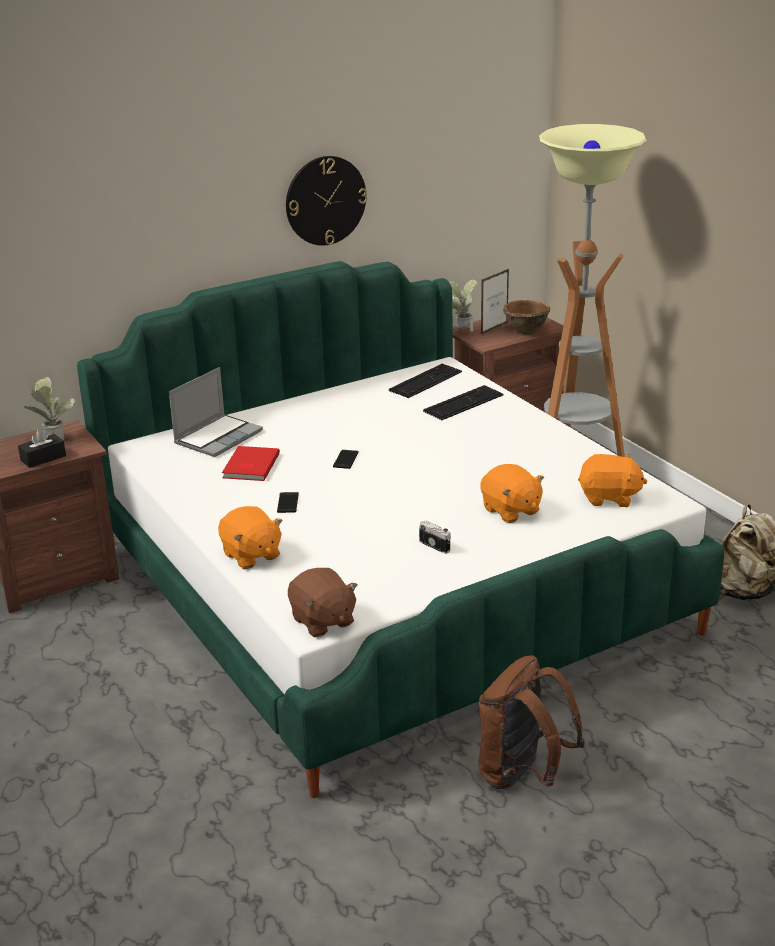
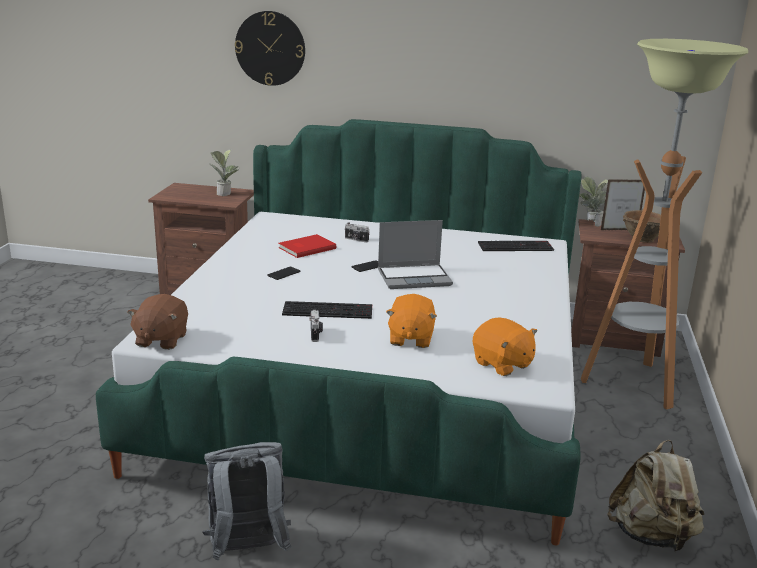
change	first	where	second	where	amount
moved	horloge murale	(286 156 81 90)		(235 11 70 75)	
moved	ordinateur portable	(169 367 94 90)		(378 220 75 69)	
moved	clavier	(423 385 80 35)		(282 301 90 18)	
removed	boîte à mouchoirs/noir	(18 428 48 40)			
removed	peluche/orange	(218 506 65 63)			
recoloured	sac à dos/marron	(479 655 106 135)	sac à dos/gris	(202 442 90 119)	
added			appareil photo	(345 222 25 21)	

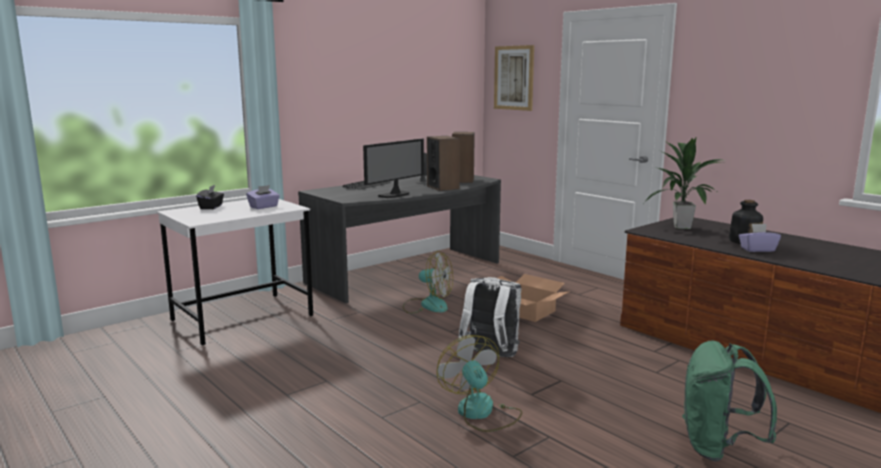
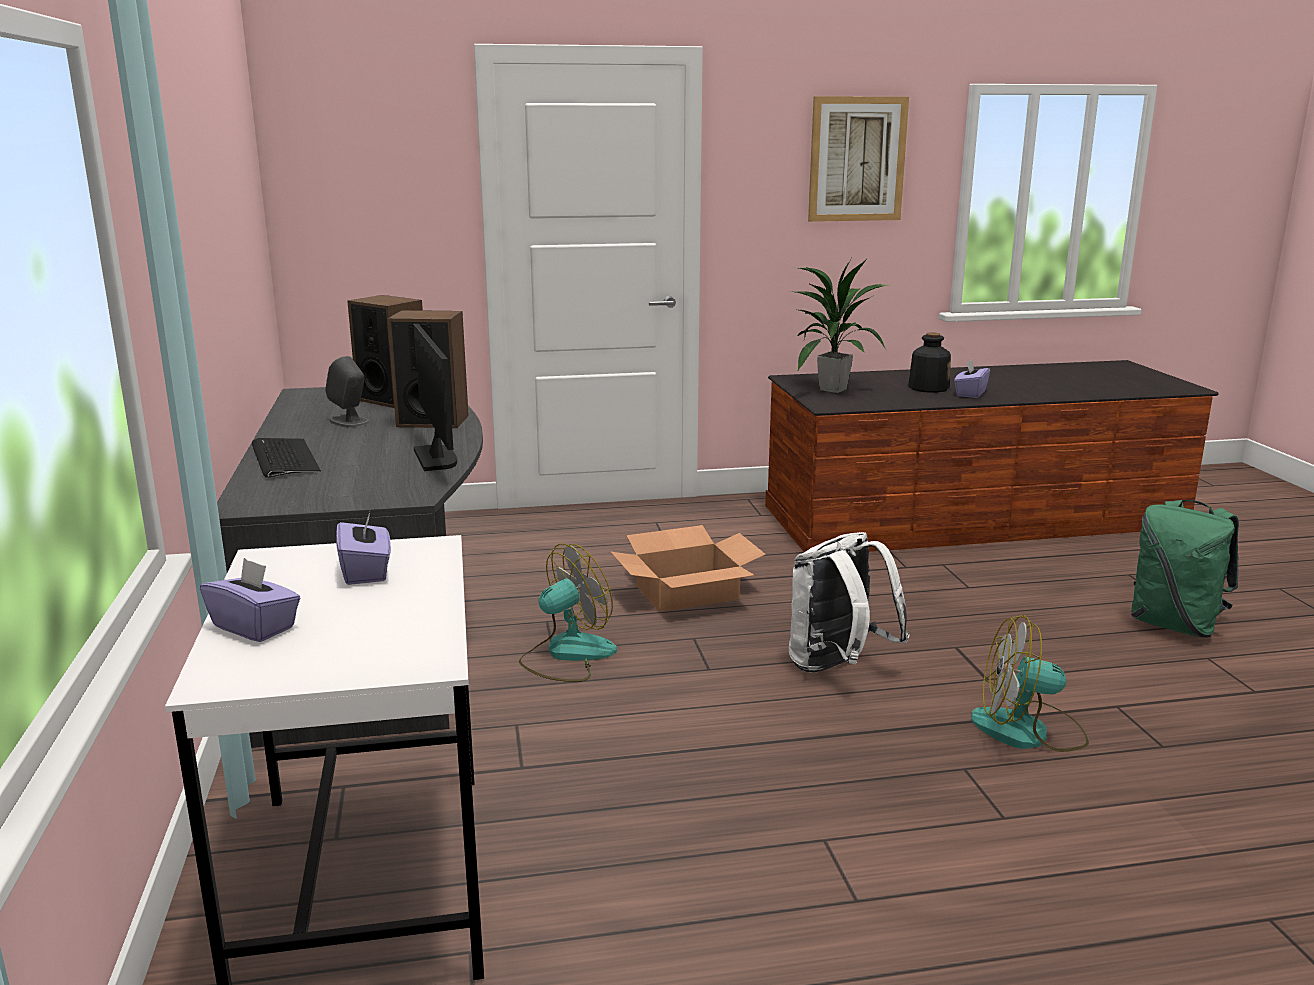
change	first	where	second	where	amount
moved	tableau	(494 45 40 66)		(808 96 101 126)	
recoloured	boîte à mouchoirs/noir	(196 185 28 24)	boîte à mouchoirs/violet	(200 558 100 84)	

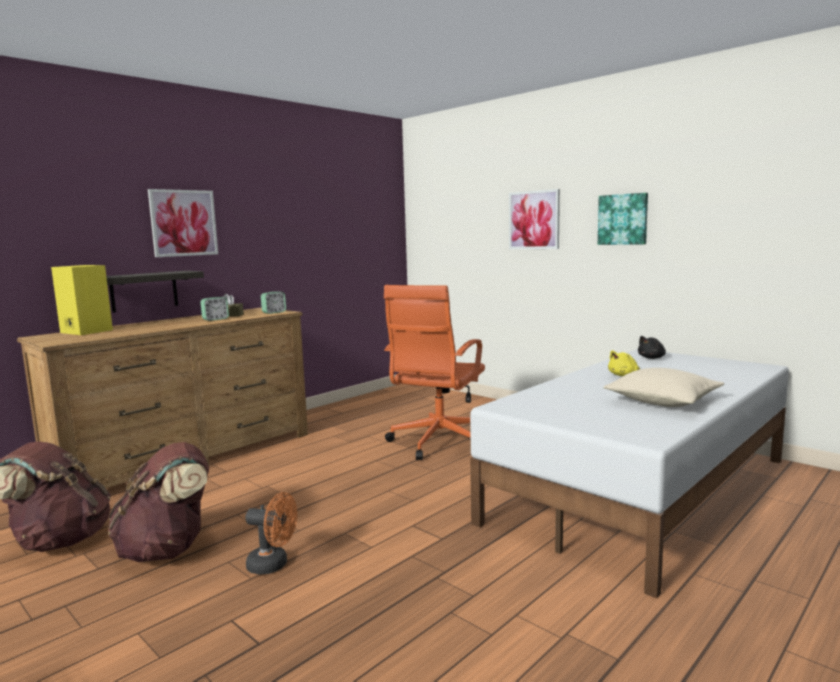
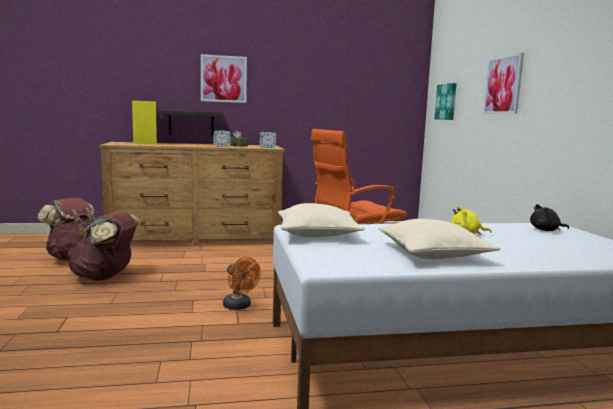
change	first	where	second	where	amount
moved	tableau	(598 193 50 52)		(435 83 22 37)	
moved	ventilateur/orange	(245 492 52 82)		(223 257 38 53)	
added			coussin/beige	(278 203 87 35)	

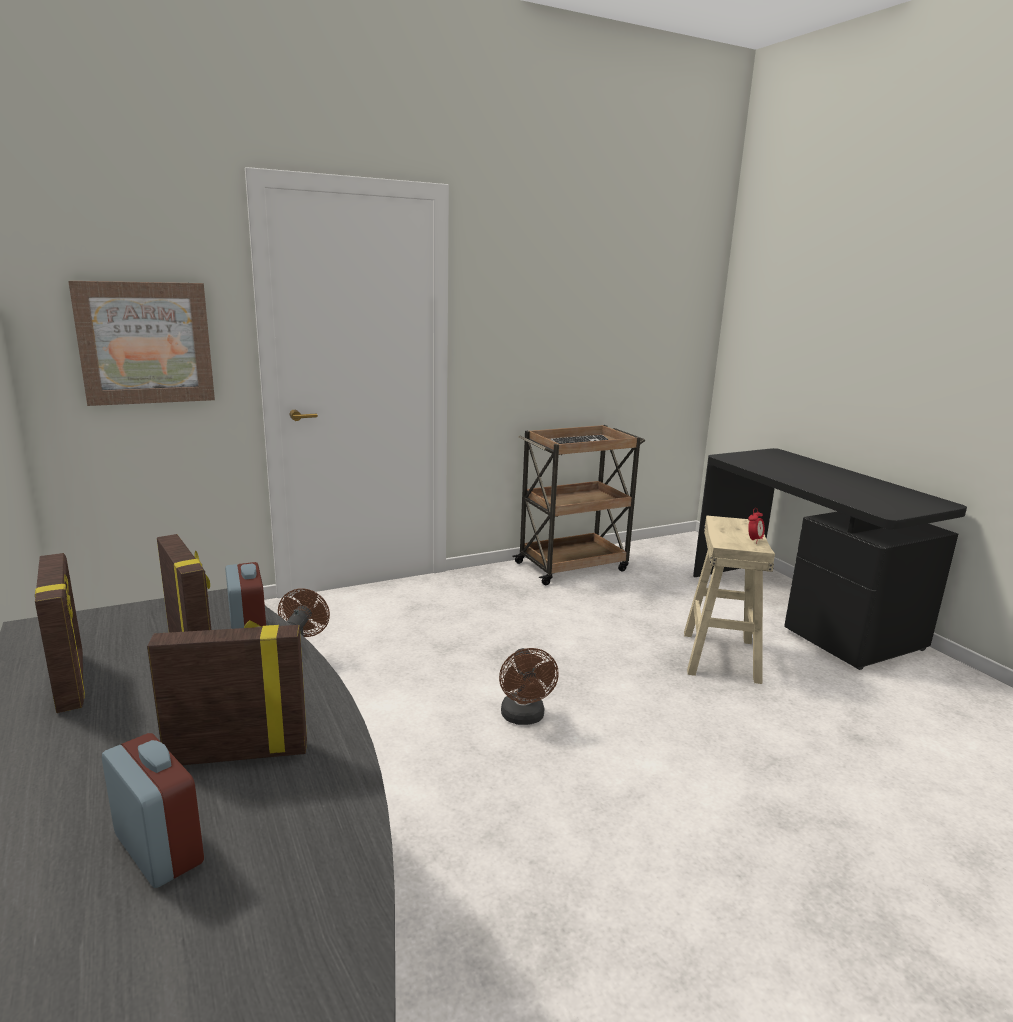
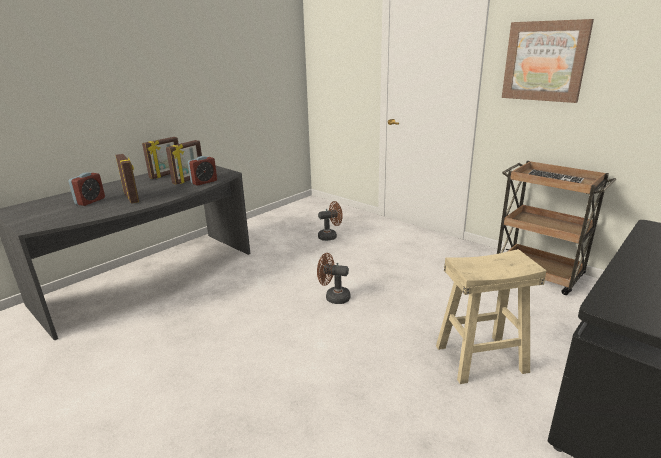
change	first	where	second	where	amount
moved	tableau	(68 281 147 125)		(502 19 92 84)	
removed	réveil	(748 508 17 36)			
turned	ventilateur/marron	(499 648 60 77)		(317 253 34 51)	45 degrees clockwise

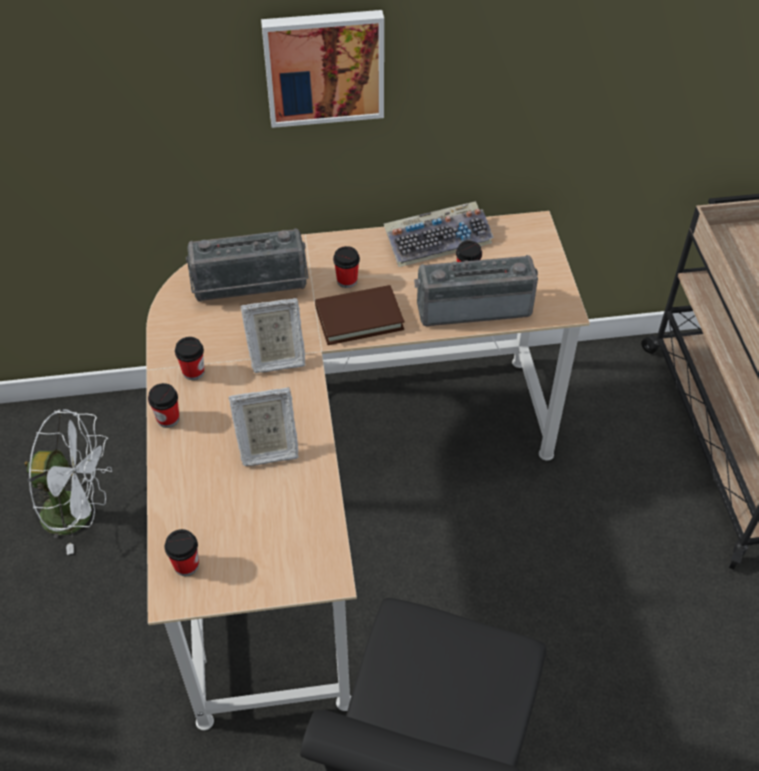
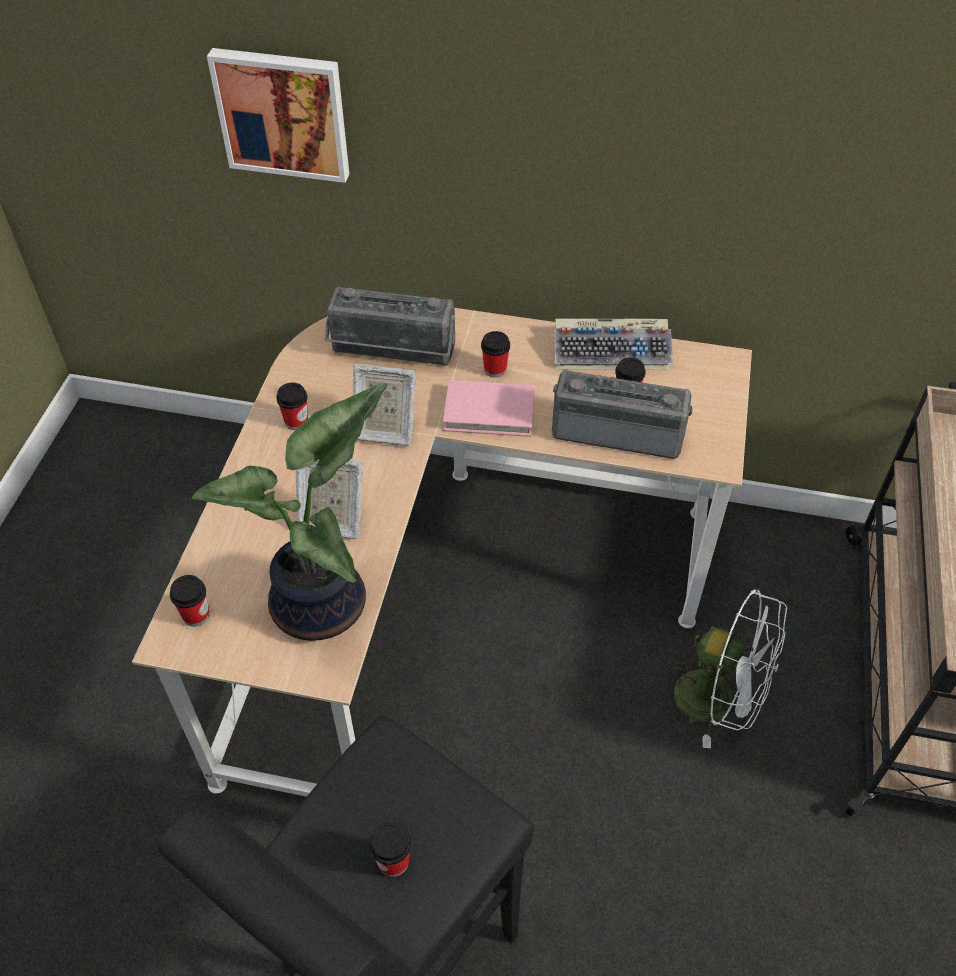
change	first	where	second	where	amount
moved	tableau	(261 10 123 118)		(207 48 142 135)	
recoloured	livre/marron	(315 285 90 60)	livre/rose	(443 380 92 57)	
moved	tasse	(148 383 31 45)		(369 822 42 55)	
moved	ventilateur/blanc	(25 409 87 146)		(665 588 122 160)	
added			plante en pot	(192 383 196 258)	

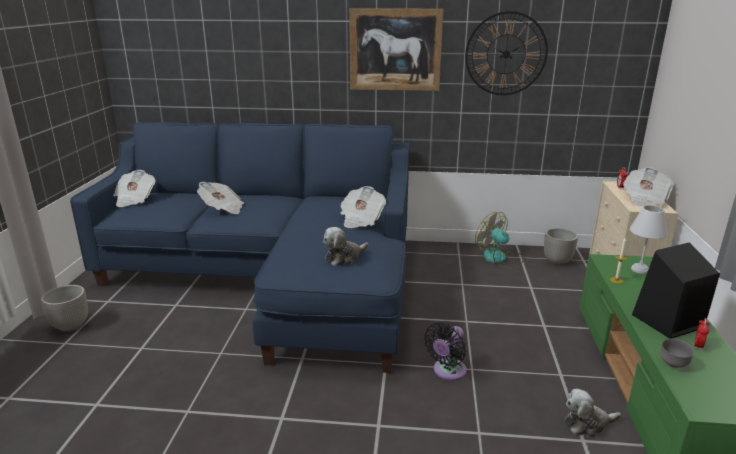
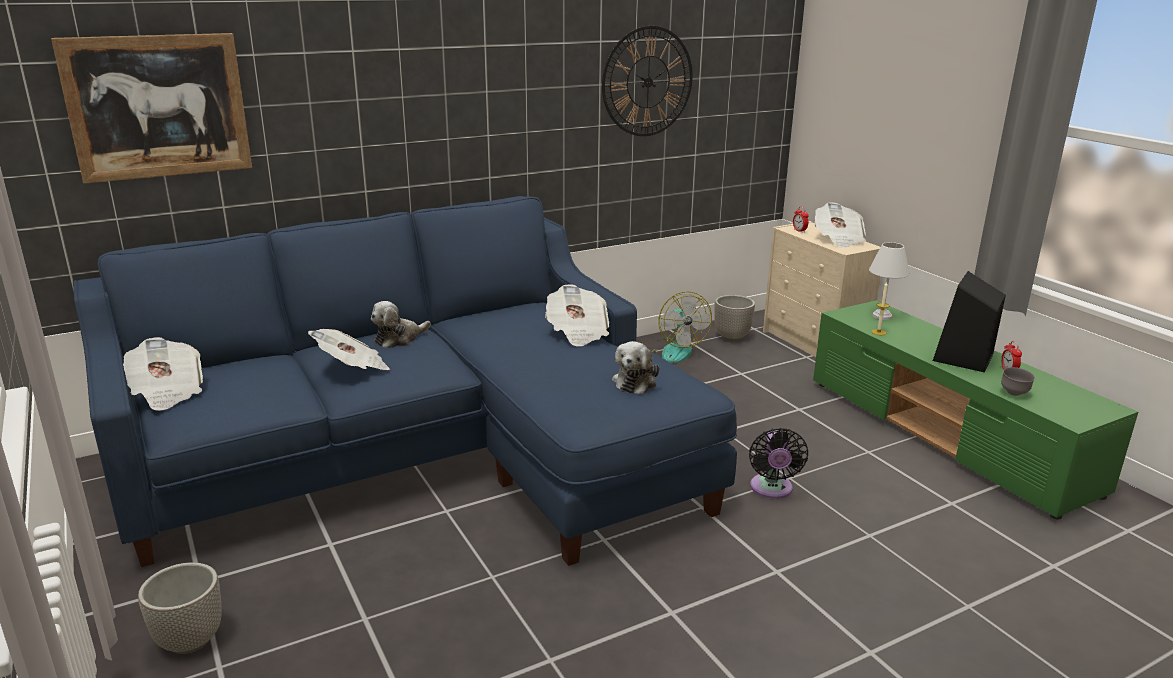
change	first	where	second	where	amount
moved	tableau	(349 8 94 83)		(51 33 201 151)	
turned	ventilateur	(475 212 49 56)		(644 291 68 72)	120 degrees counterclockwise
moved	peluche	(564 389 57 48)		(371 301 60 47)	

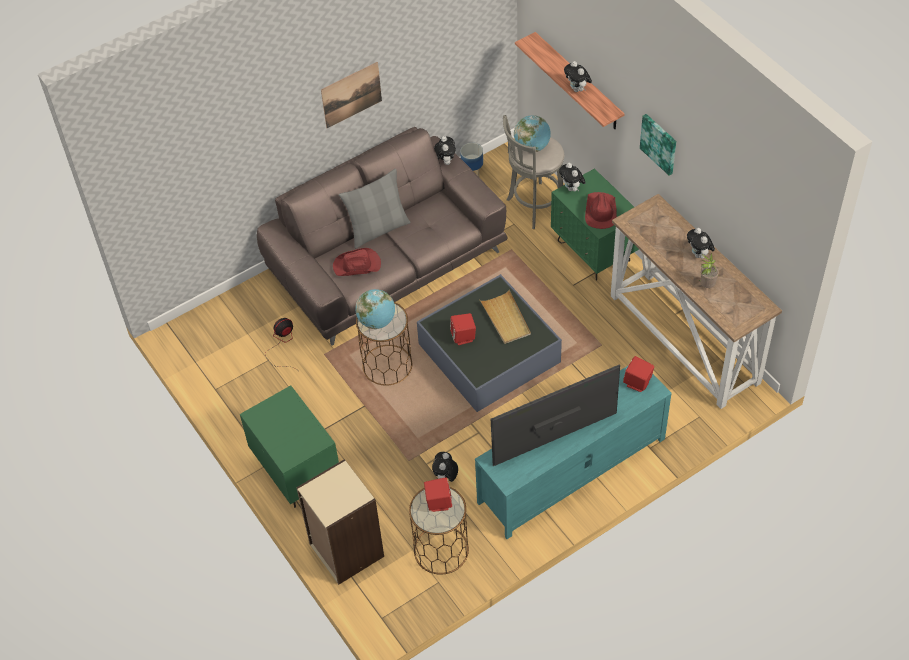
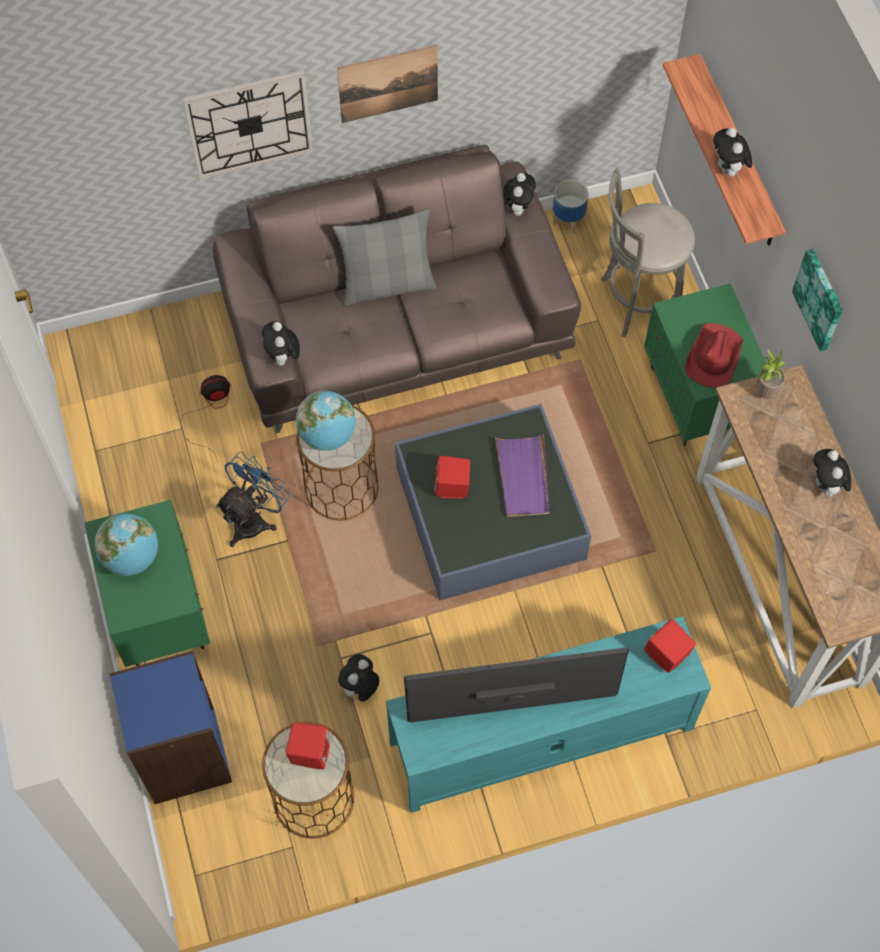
change	first	where	second	where	amount
moved	globe	(514 115 37 37)		(95 514 63 62)	
moved	peluche	(559 163 27 29)		(262 321 38 45)	
removed	chapeau/rouge	(333 248 48 28)			
moved	plante en pot	(699 253 20 35)		(756 348 30 51)	
recoloured	plateau/beige	(480 290 51 54)	plateau/violet	(495 433 55 84)	
recoloured	bibliothèque/beige	(296 459 88 126)	bibliothèque/bleu	(109 651 123 153)	
added			horloge murale	(182 70 131 109)	
added			ventilateur/bleu	(216 452 75 95)	

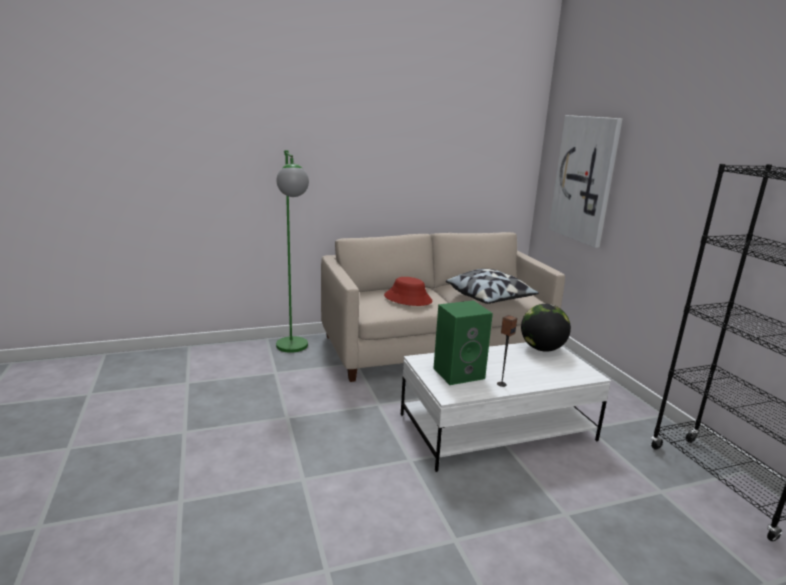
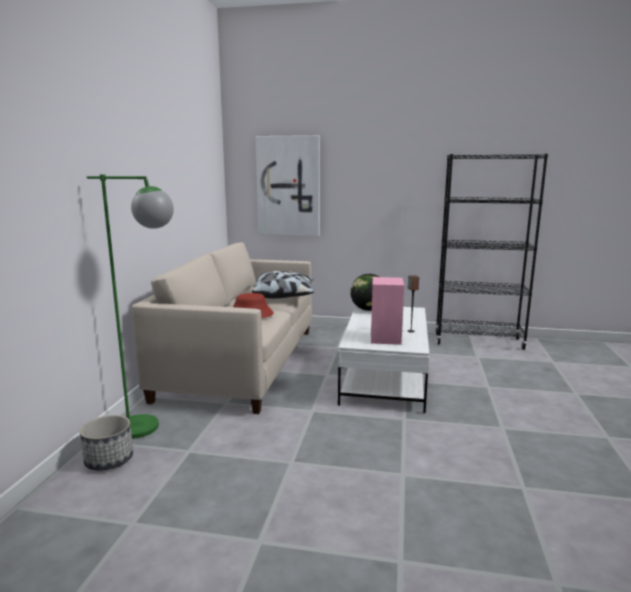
change	first	where	second	where	amount
recoloured	enceinte/vert	(433 300 60 85)	enceinte/rose	(371 277 33 68)	
added			cache-pot	(79 415 54 56)	

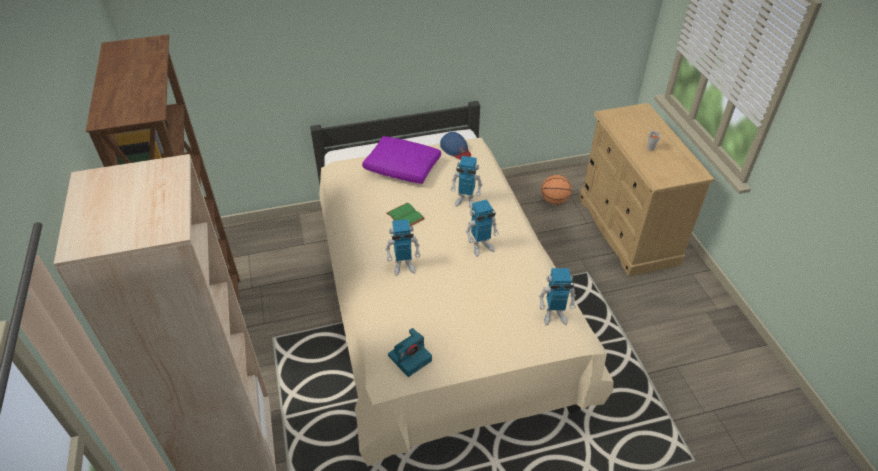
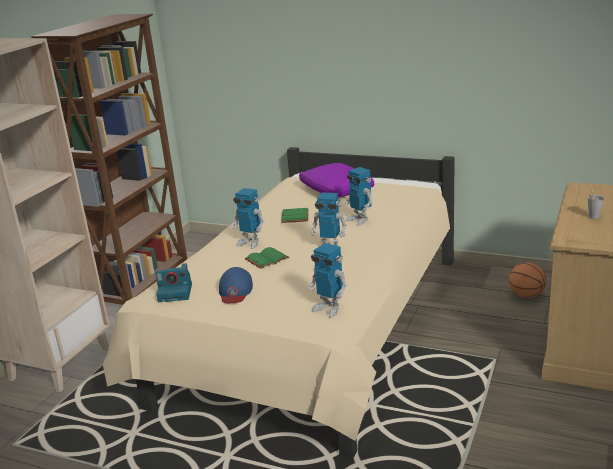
change	first	where	second	where	amount
moved	casquette/bleu	(440 132 31 28)		(219 267 34 36)	
added			livre/vert	(245 247 44 22)	

